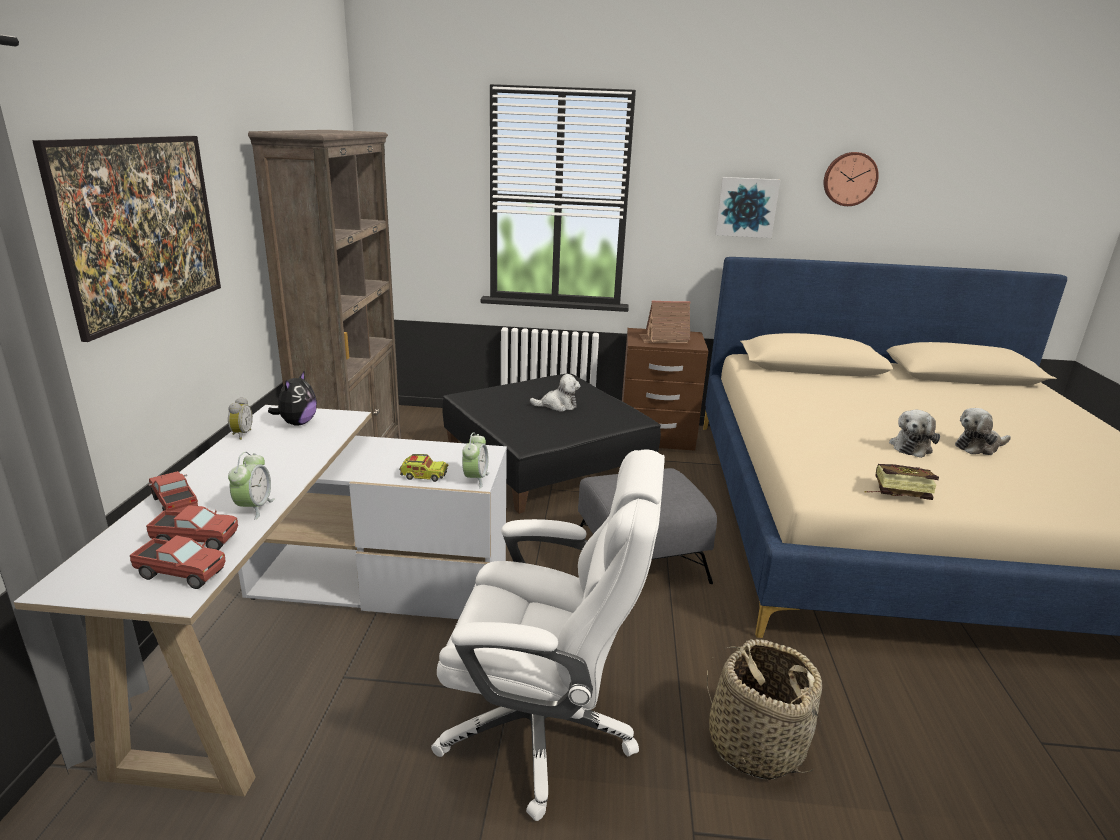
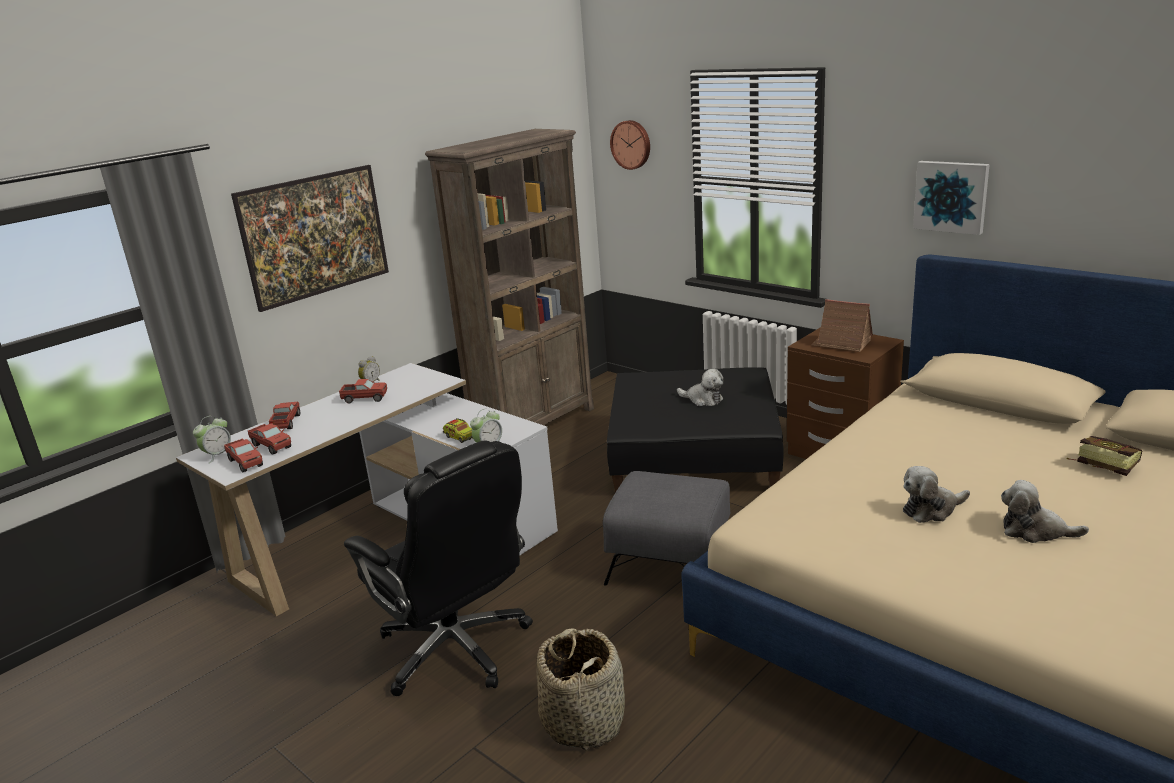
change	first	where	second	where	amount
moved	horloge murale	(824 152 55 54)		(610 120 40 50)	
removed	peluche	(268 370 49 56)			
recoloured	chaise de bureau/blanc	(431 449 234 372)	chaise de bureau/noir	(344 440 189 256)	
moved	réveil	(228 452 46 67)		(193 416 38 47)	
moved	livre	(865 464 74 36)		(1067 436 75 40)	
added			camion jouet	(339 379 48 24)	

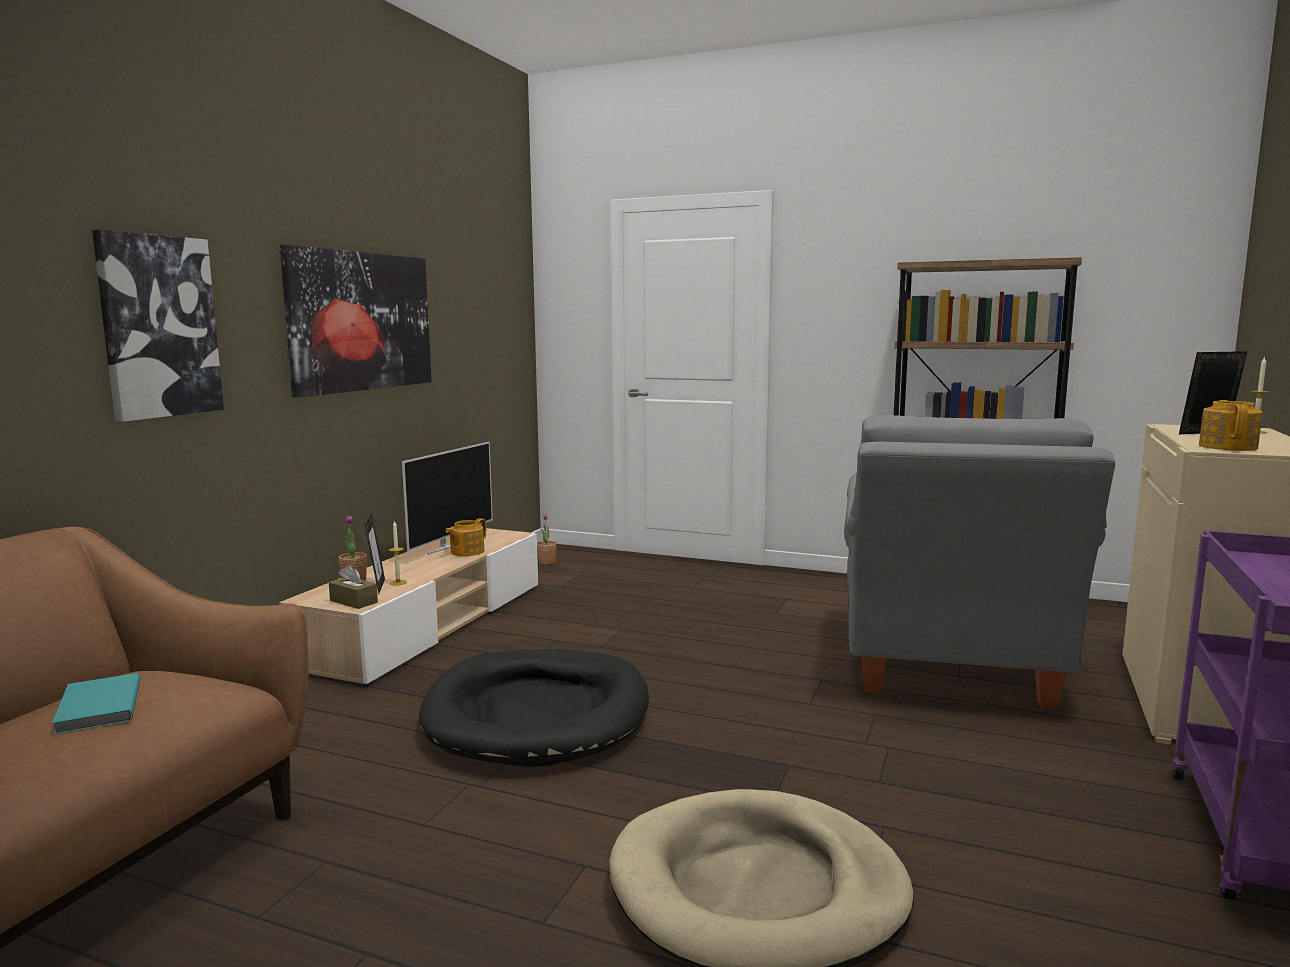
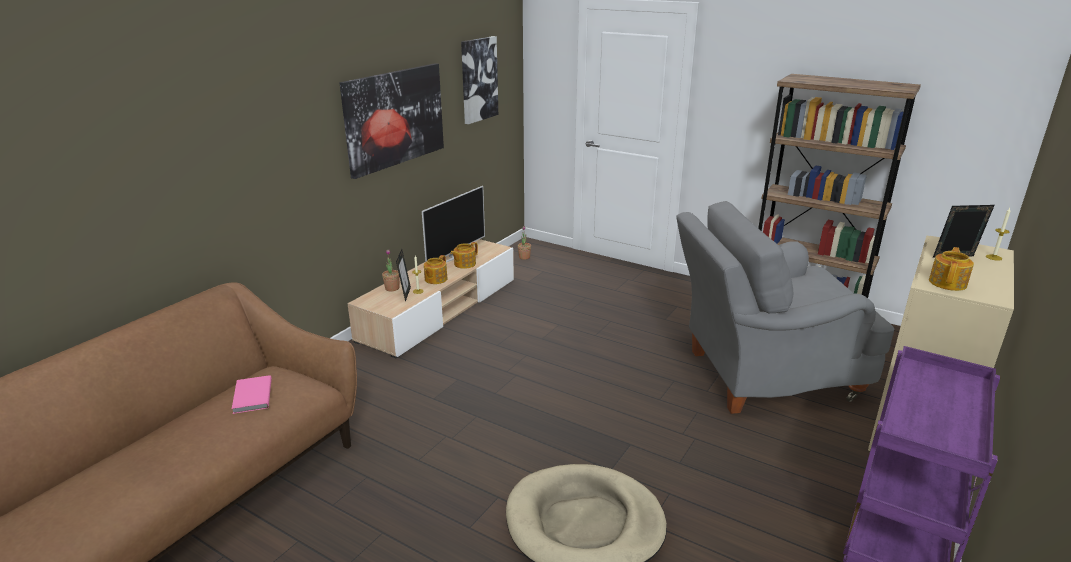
change	first	where	second	where	amount
moved	tableau	(92 229 132 193)		(461 36 37 88)	
turned	fauteuil/gris	(844 415 271 294)		(676 201 218 213)	60 degrees clockwise
removed	boîte à mouchoirs/marron	(329 565 49 44)			
removed	panier pour chien/noir	(419 649 230 118)			
recoloured	livre/turquoise	(52 673 88 62)	livre/rose	(232 375 40 39)	
added			théière	(424 255 24 29)	

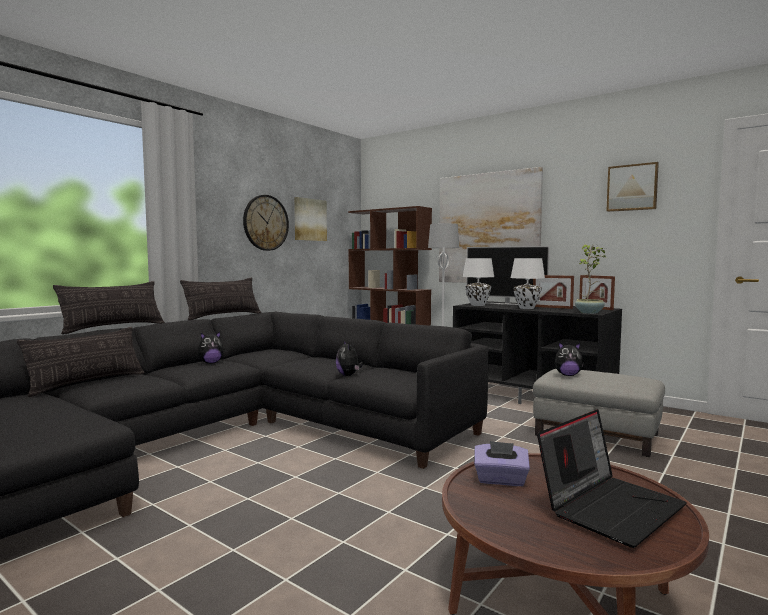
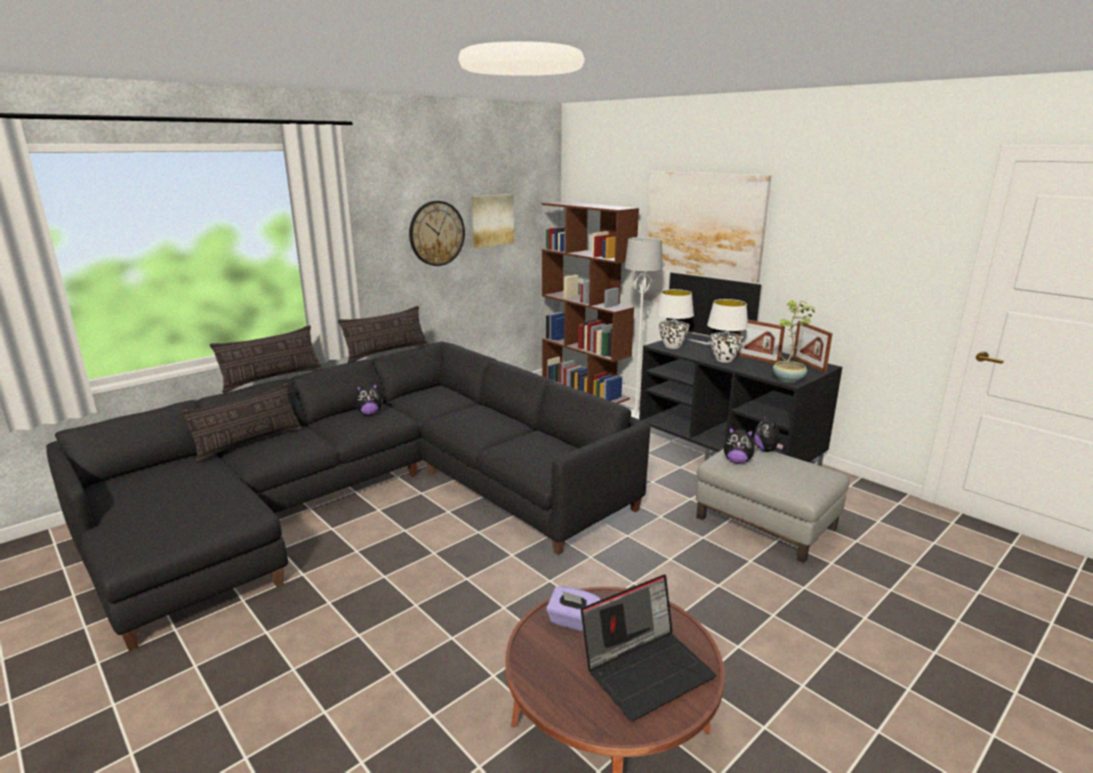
change	first	where	second	where	amount
removed	tableau	(606 162 53 50)			
moved	peluche	(336 341 27 35)		(754 414 29 38)	

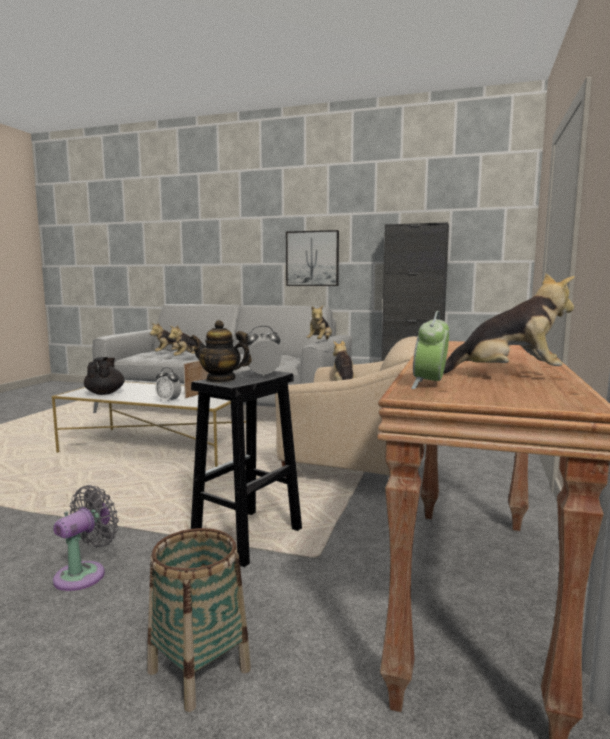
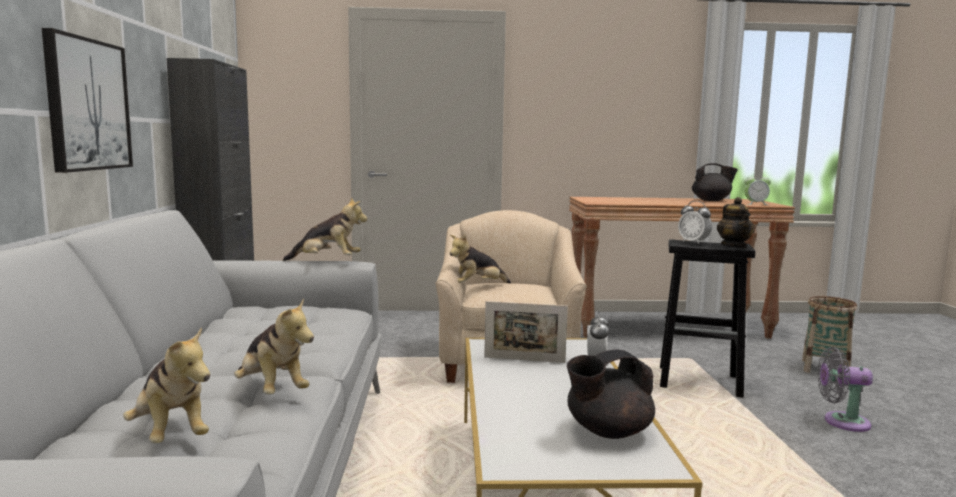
change	first	where	second	where	amount
replaced	peluche	(443 273 132 101)	théière/noir	(692 163 46 38)	

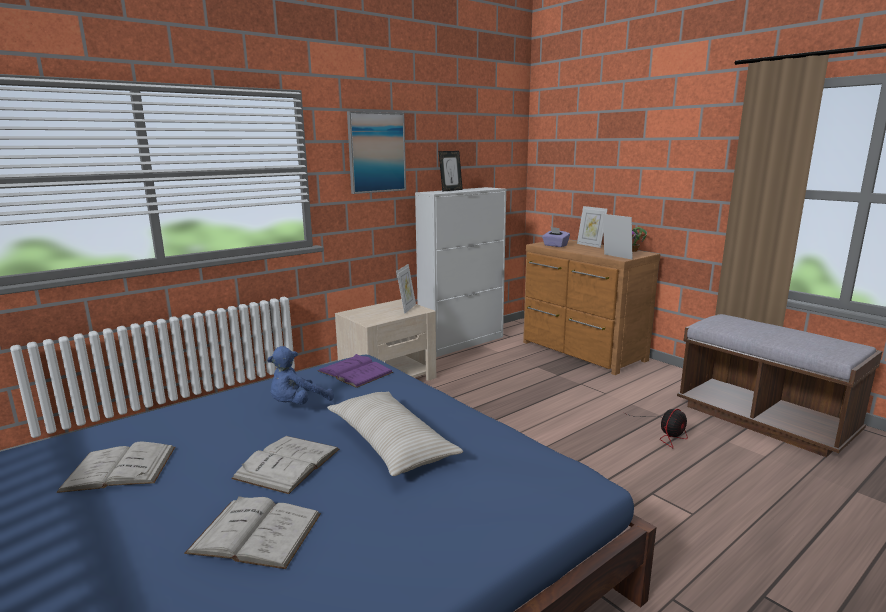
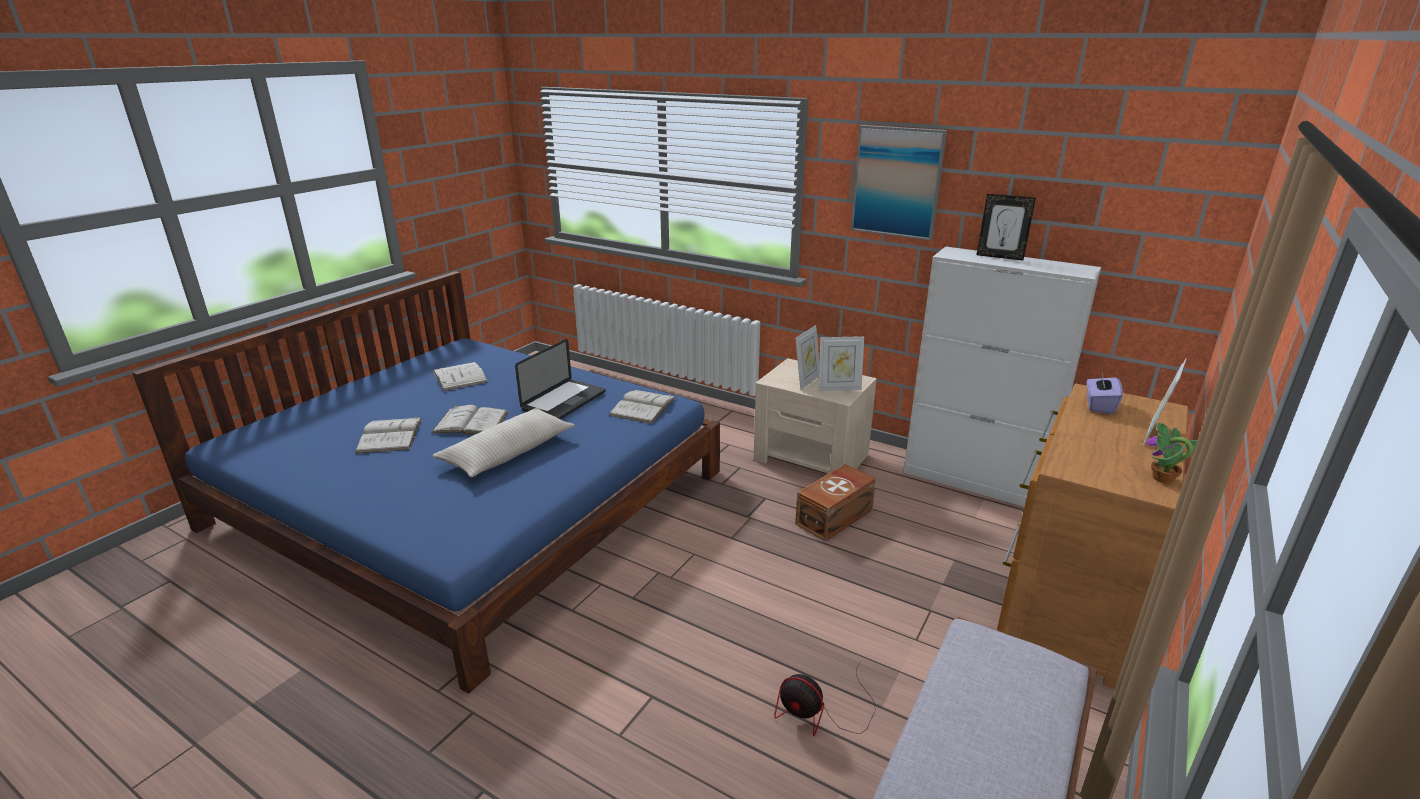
change	first	where	second	where	amount
moved	cadre photo	(603 214 29 45)		(795 325 25 65)	
replaced	peluche/bleu	(267 346 67 59)	ordinateur portable	(515 339 90 81)	
recoloured	livre/violet	(317 354 76 34)	livre/blanc	(609 390 67 34)	
added			boîte de rangement/marron	(795 464 81 77)	

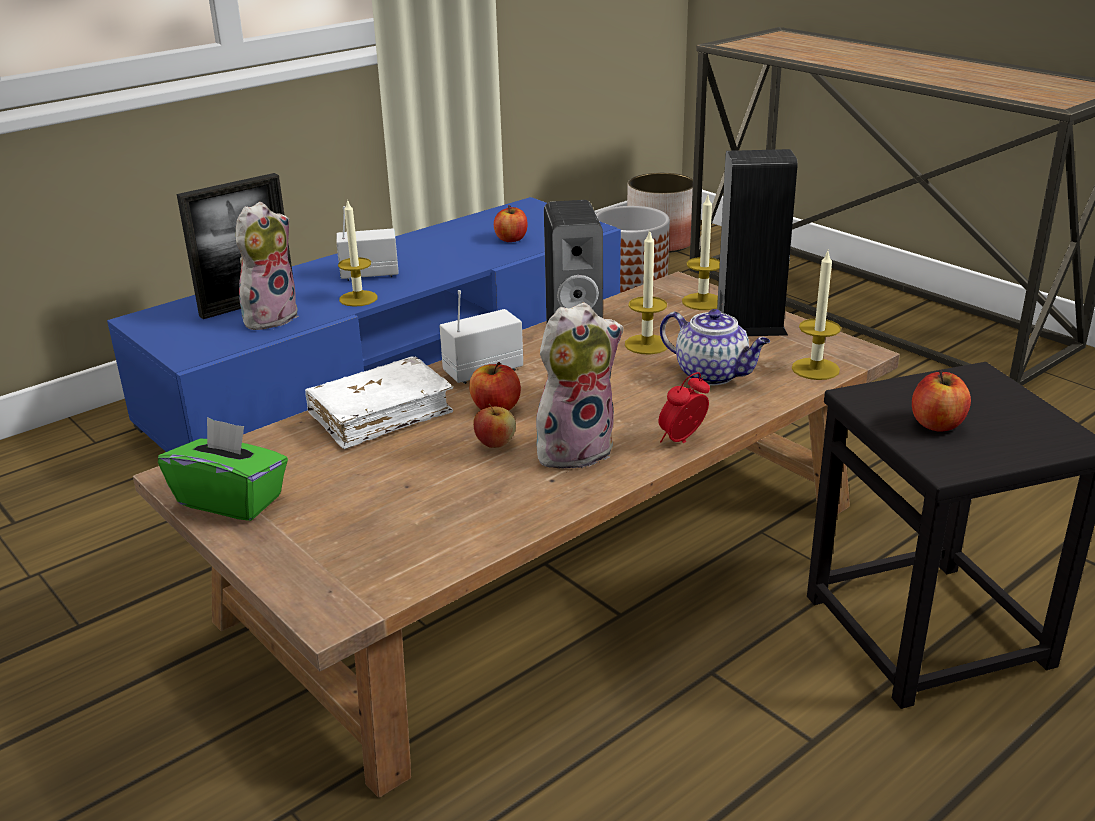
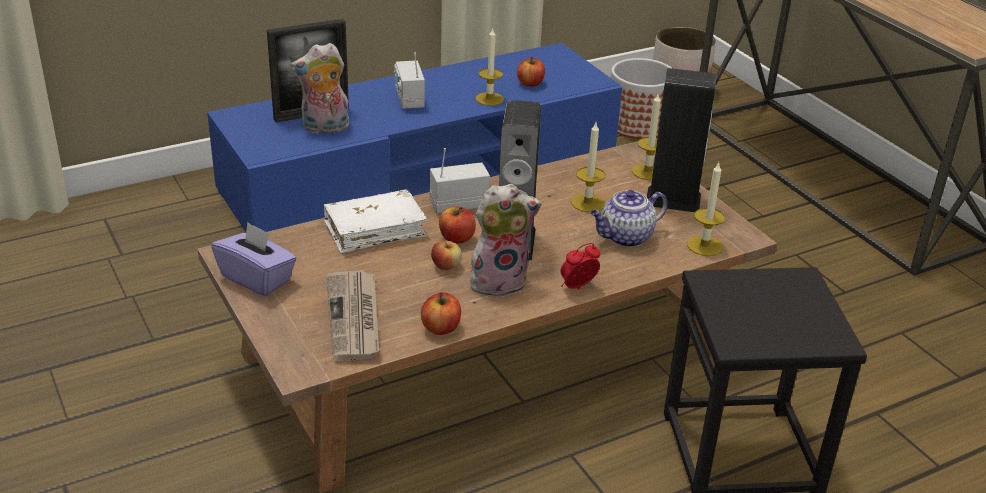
change	first	where	second	where	amount
moved	bougie	(338 199 40 108)		(476 27 28 79)	
turned	peluche	(236 202 63 129)		(291 43 59 90)	150 degrees counterclockwise
turned	radio	(336 206 63 75)		(394 52 31 57)	105 degrees counterclockwise
turned	théière	(660 309 110 77)		(590 190 78 57)	105 degrees clockwise
moved	pomme	(912 370 59 62)		(421 292 40 43)	
recoloured	boîte à mouchoirs/vert	(158 417 130 104)	boîte à mouchoirs/violet	(211 222 86 74)	
added			journal	(326 270 53 92)	

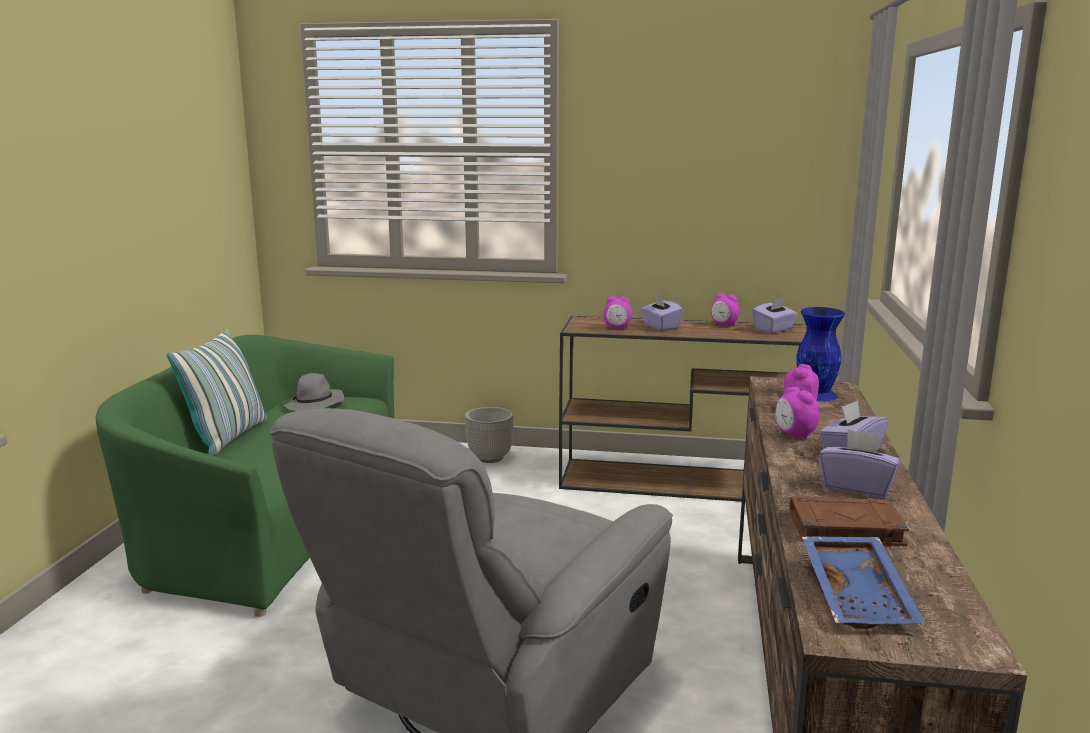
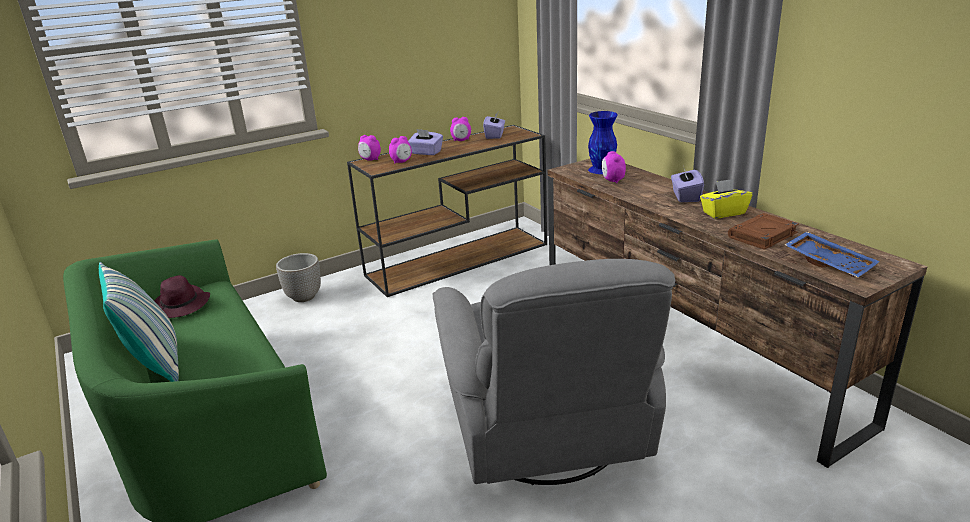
change	first	where	second	where	amount
recoloured	chapeau/gris	(283 373 61 38)	chapeau/violet	(154 275 56 43)	
moved	réveil	(775 387 45 53)		(358 135 23 26)	
recoloured	boîte à mouchoirs/violet	(819 429 81 69)	boîte à mouchoirs/jaune	(700 179 52 40)	

